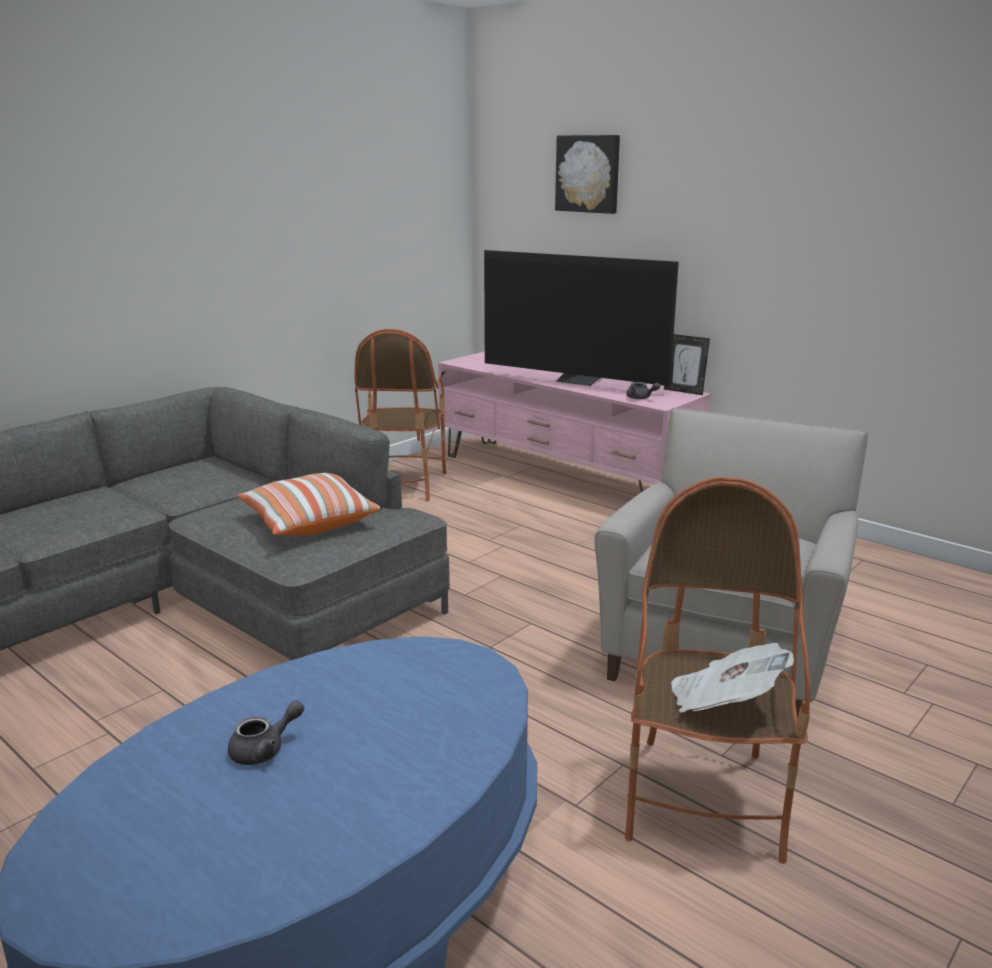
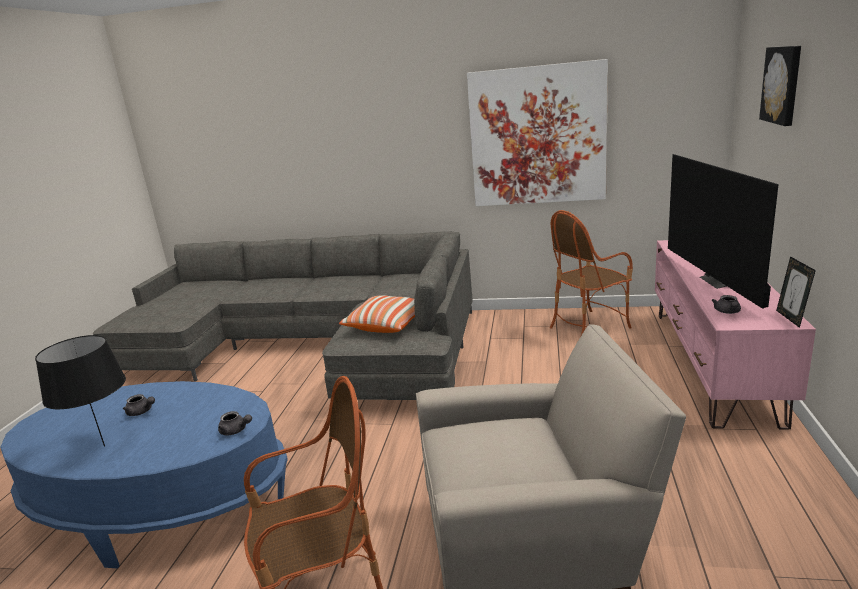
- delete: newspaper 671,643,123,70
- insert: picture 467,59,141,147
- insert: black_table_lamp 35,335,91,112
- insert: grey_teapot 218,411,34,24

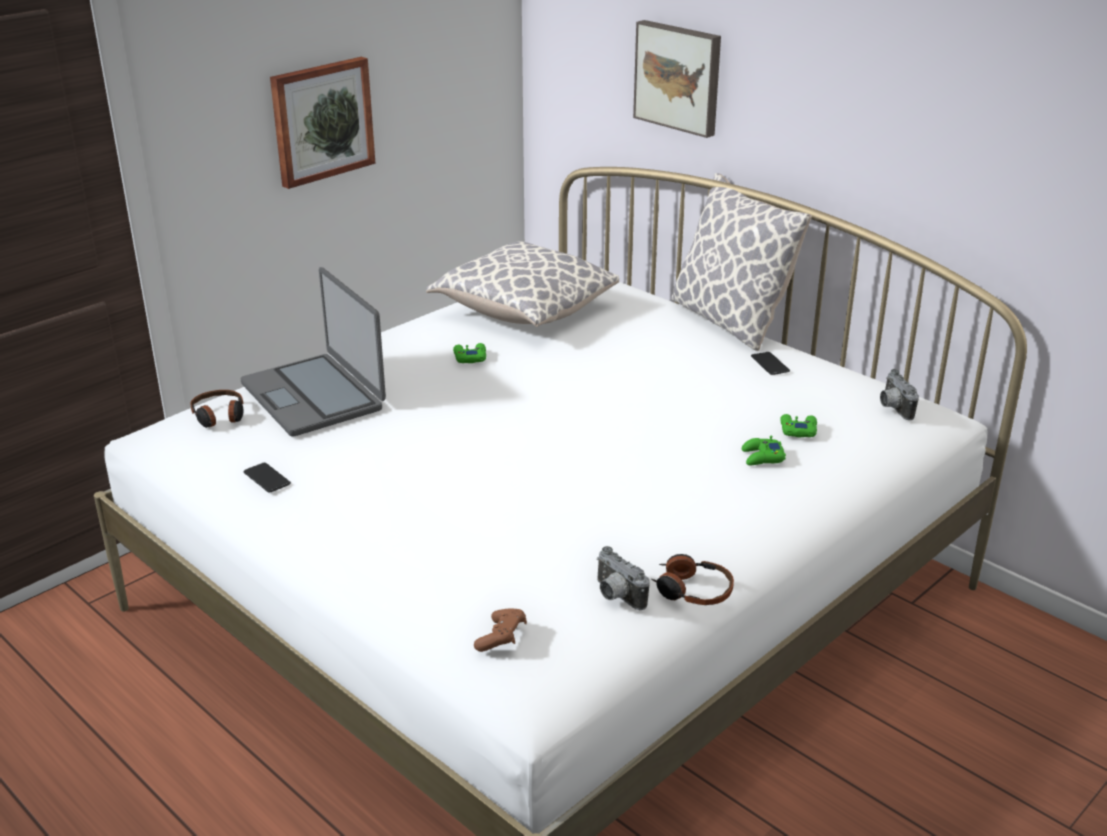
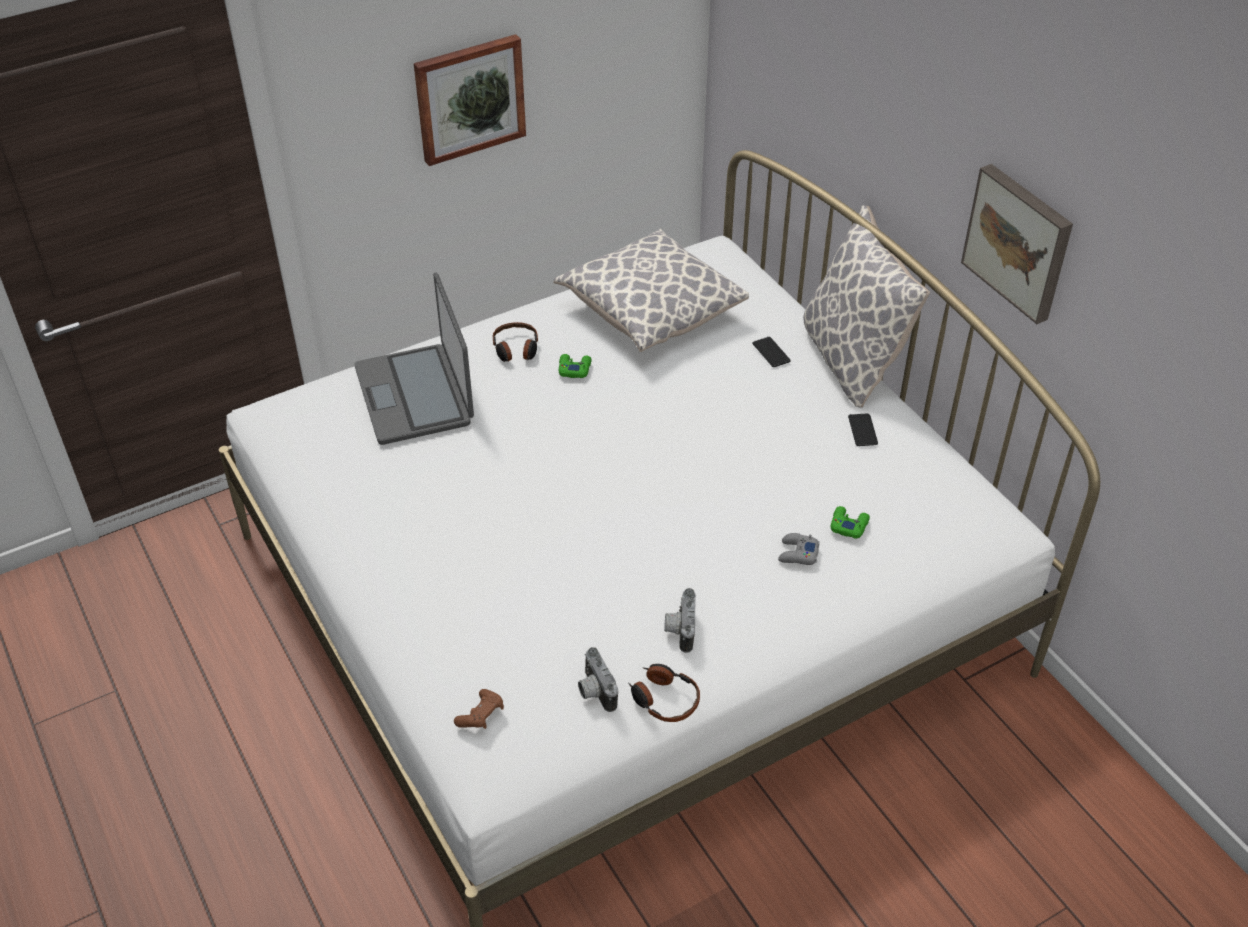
- move: picture 633,20,88,118 to 961,164,112,160
- move: photo_camera 880,369,39,51 to 664,588,32,65
- move: headphones 190,390,53,38 to 493,322,45,40
- recolor: green_game_controller 742,435,44,30 to grey_game_controller 778,533,42,32
- move: phone 244,463,47,29 to 752,337,39,30

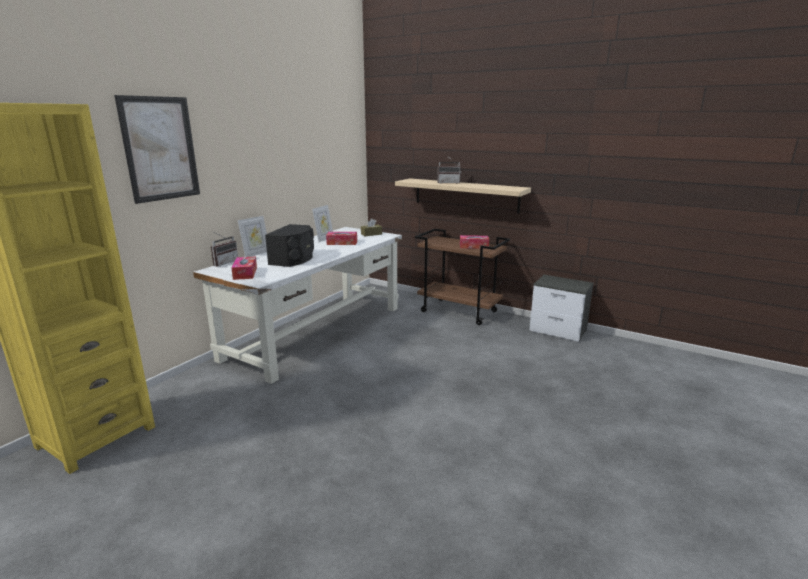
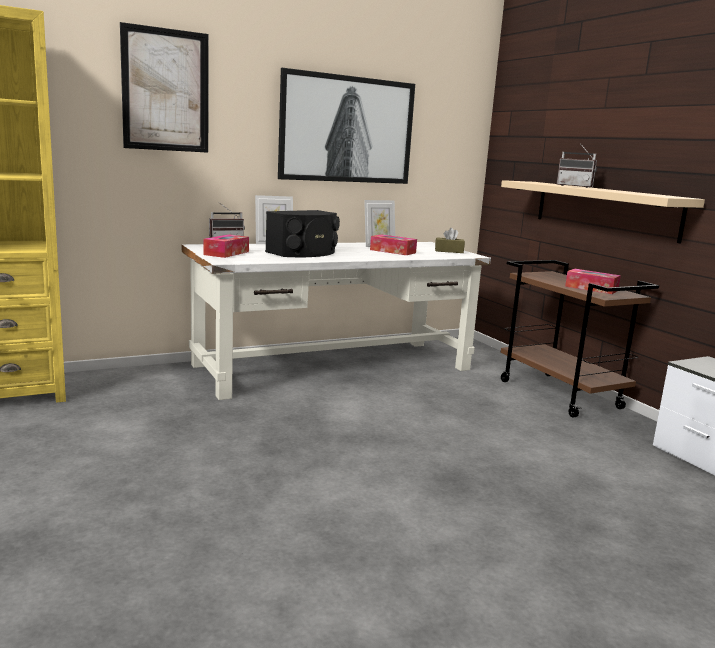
- insert: picture 278,68,137,116

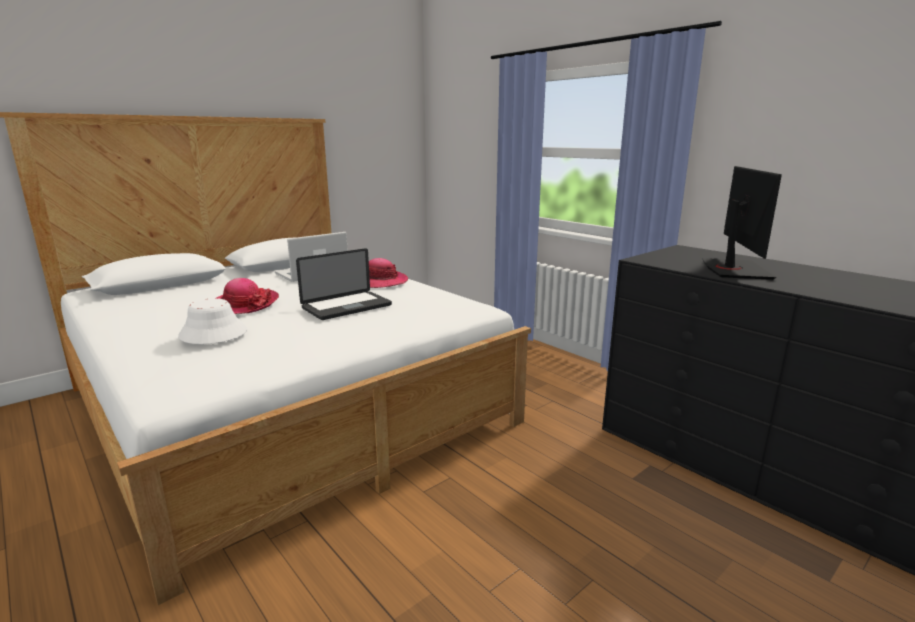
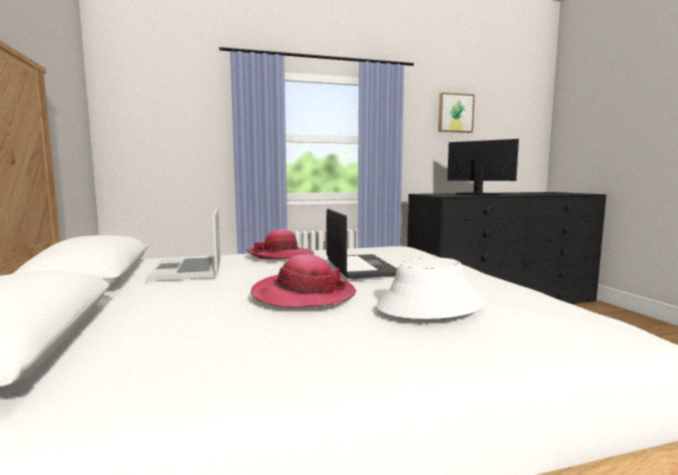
- insert: picture 438,93,37,40

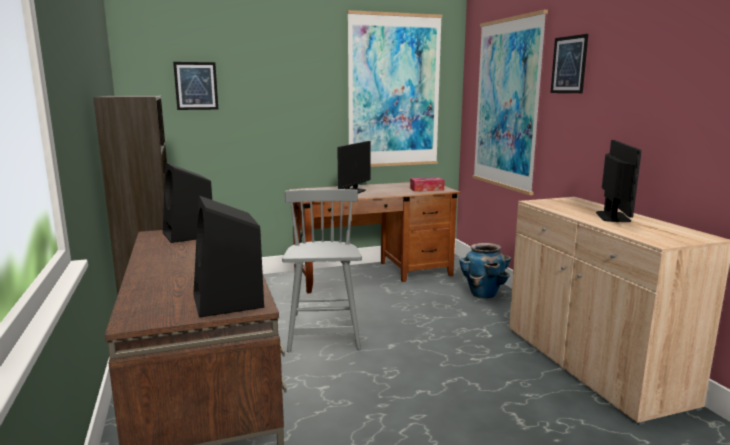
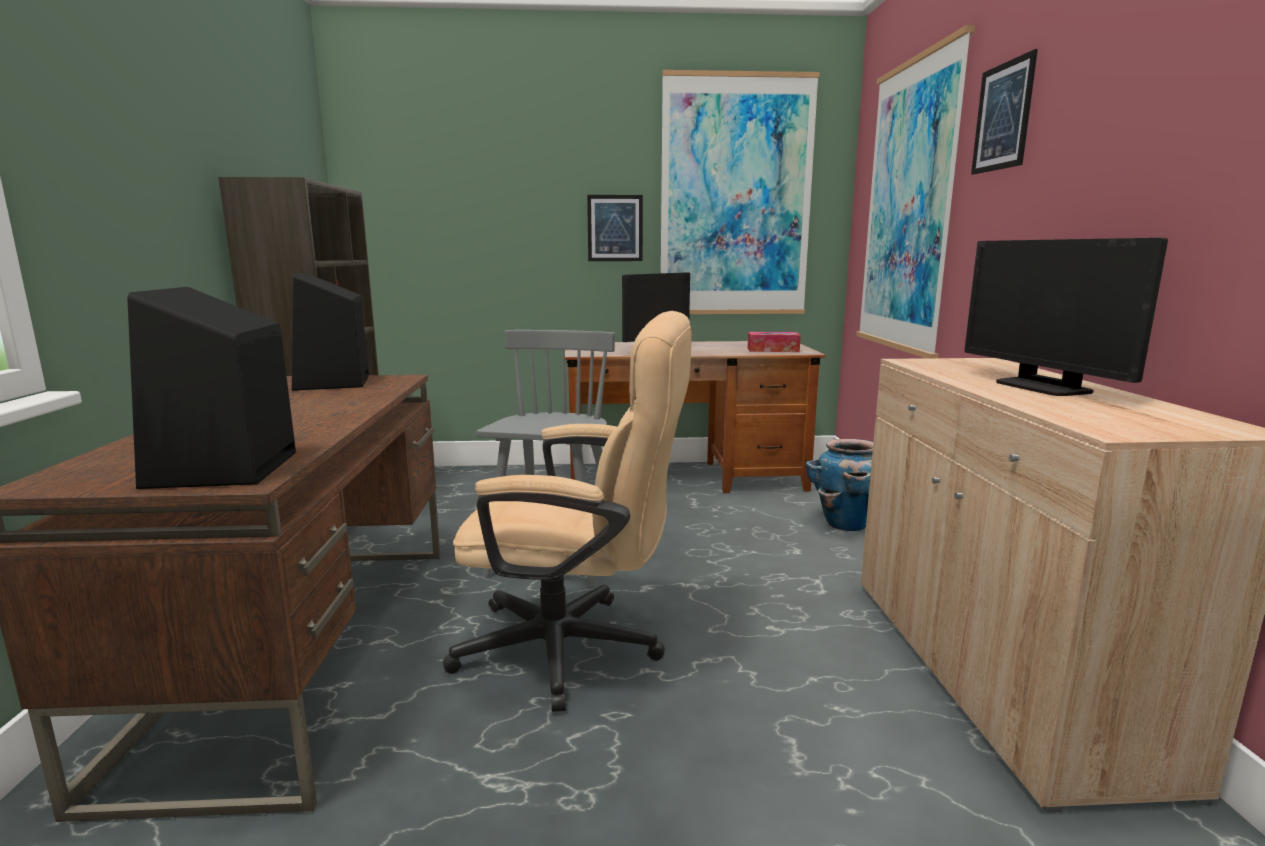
- move: picture 173,62,45,48 to 587,195,56,66
- rotate: monitor 596,140,46,82 = 964,238,204,158 135 degrees clockwise
- insert: beige_office_chair 443,311,249,401

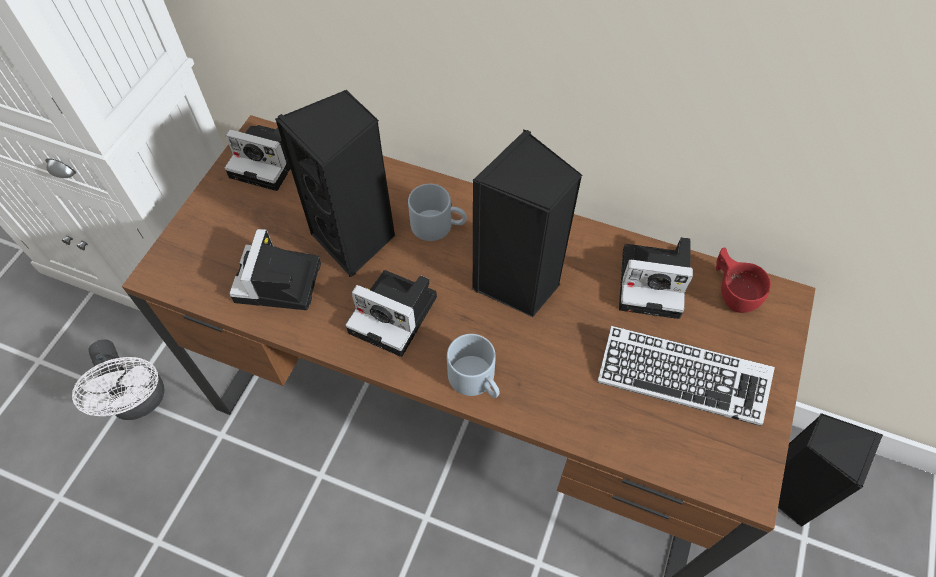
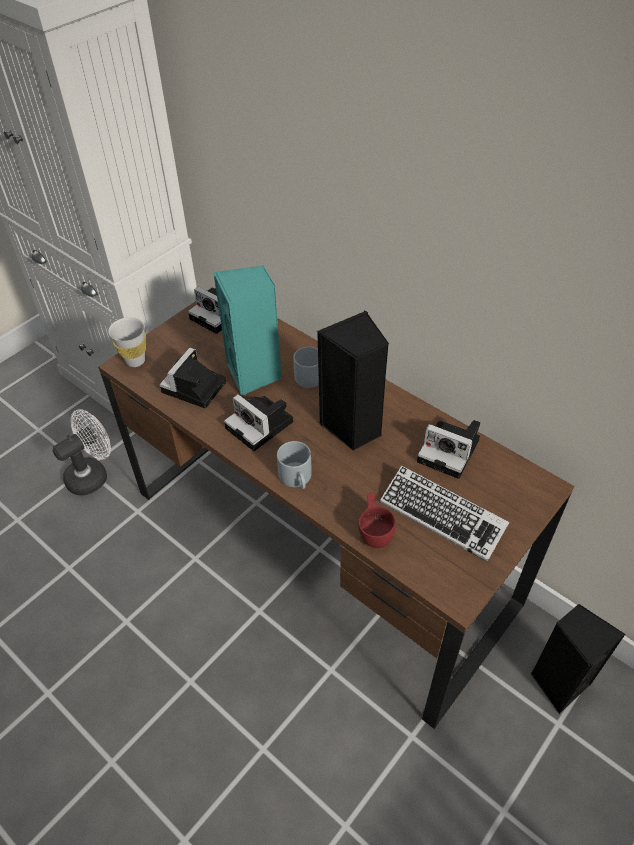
- recolor: black_speaker 275,90,121,187 to turquoise_speaker 213,265,69,131
- move: red_cup 716,248,55,65 to 359,492,37,56
- rotate: white_fan 72,340,92,80 = 53,409,58,86 120 degrees counterclockwise
- insert: white_cup 108,317,38,50

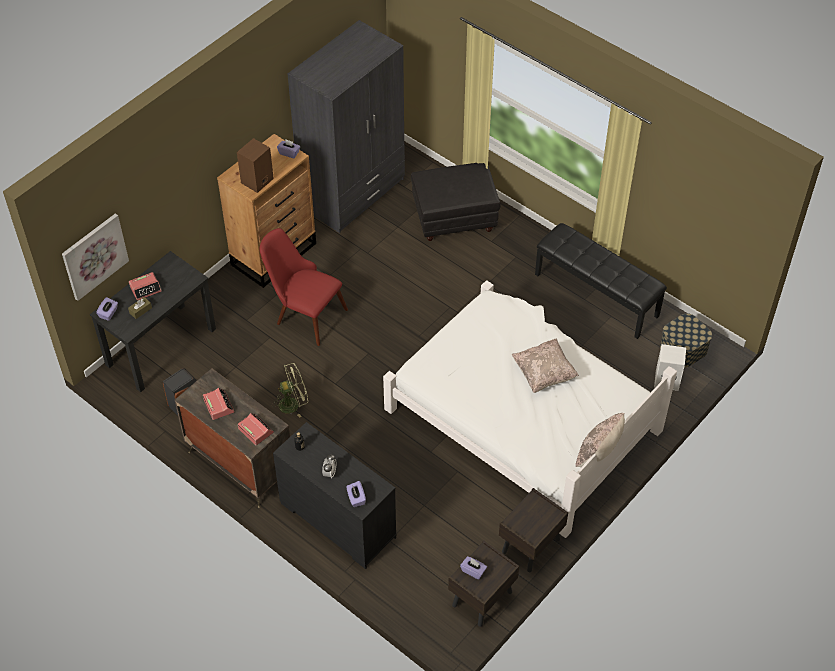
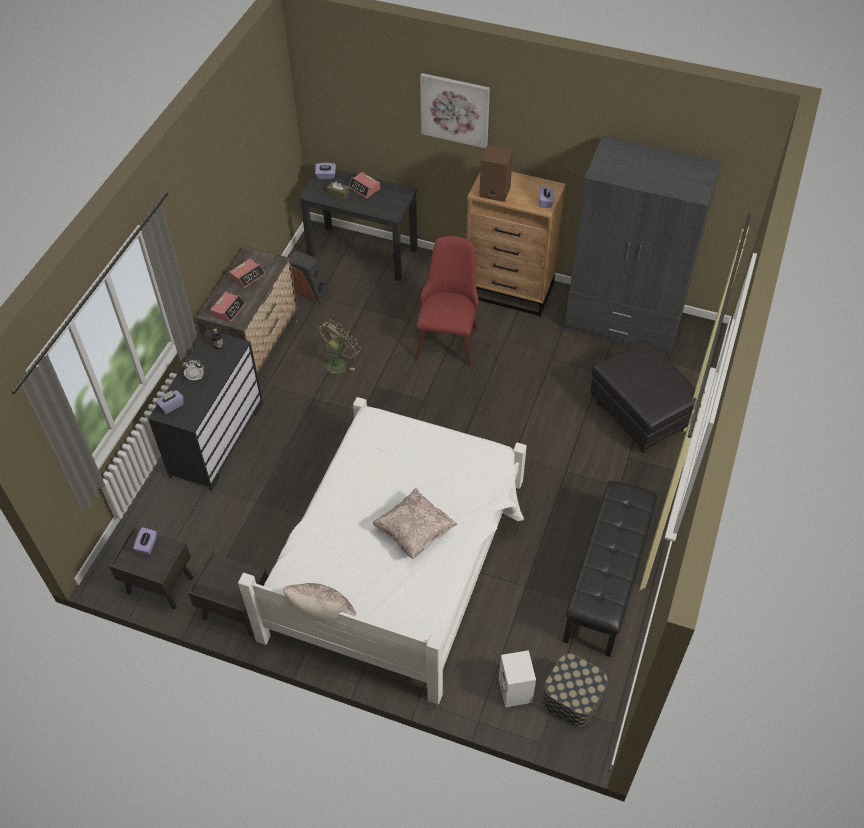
- move: picture 62,213,67,88 to 420,73,70,75
- rotate: green_fan 272,363,36,55 = 319,320,42,54 105 degrees counterclockwise

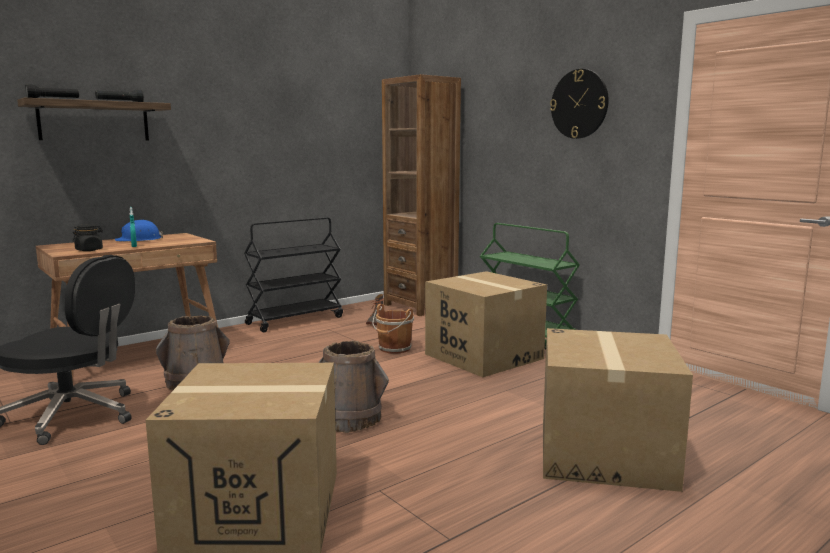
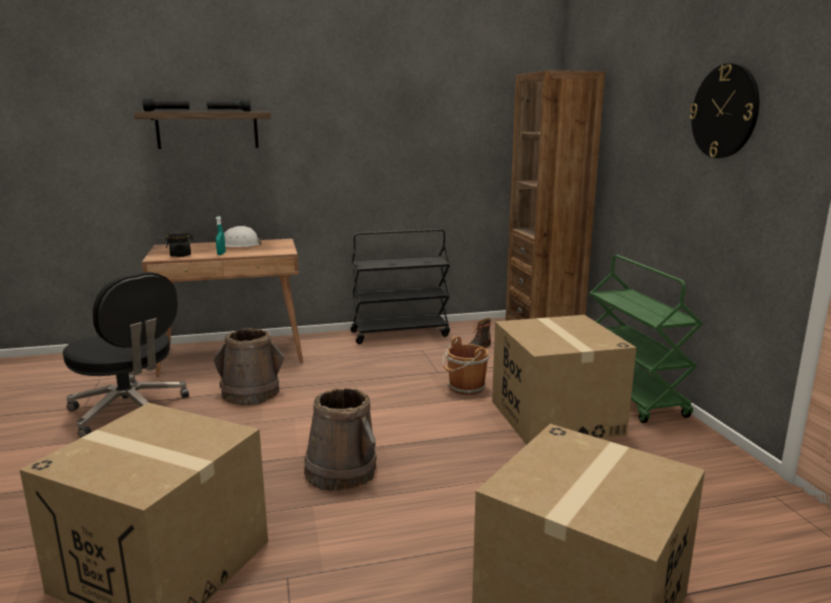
- recolor: blue_hard_hat 115,219,48,22 to white_hard_hat 224,226,38,21

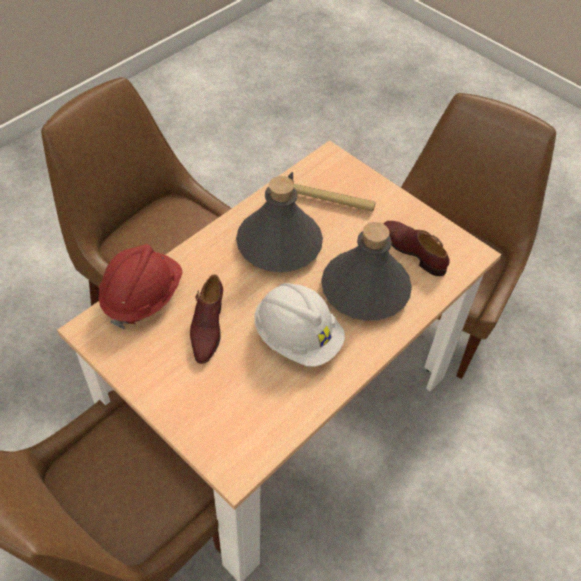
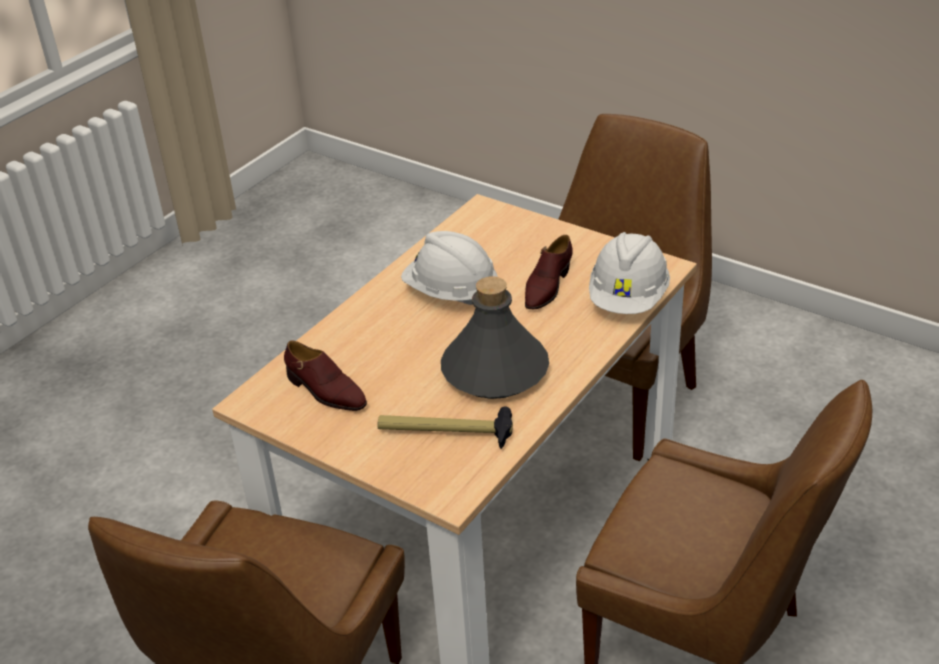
- delete: grey_bottle 321,222,91,99
- recolor: red_hard_hat 99,244,84,85 to white_hard_hat 589,232,81,82
- rotate: brown_shoe 190,274,33,90 = 525,235,48,74 150 degrees counterclockwise

